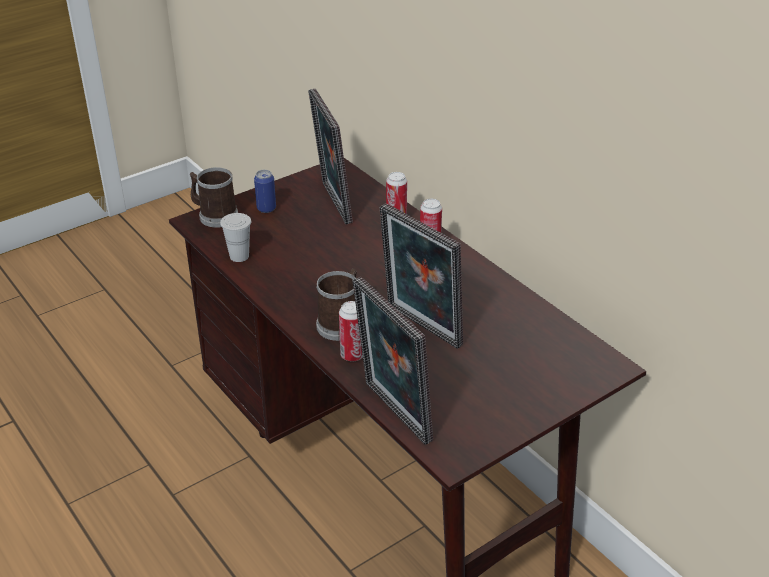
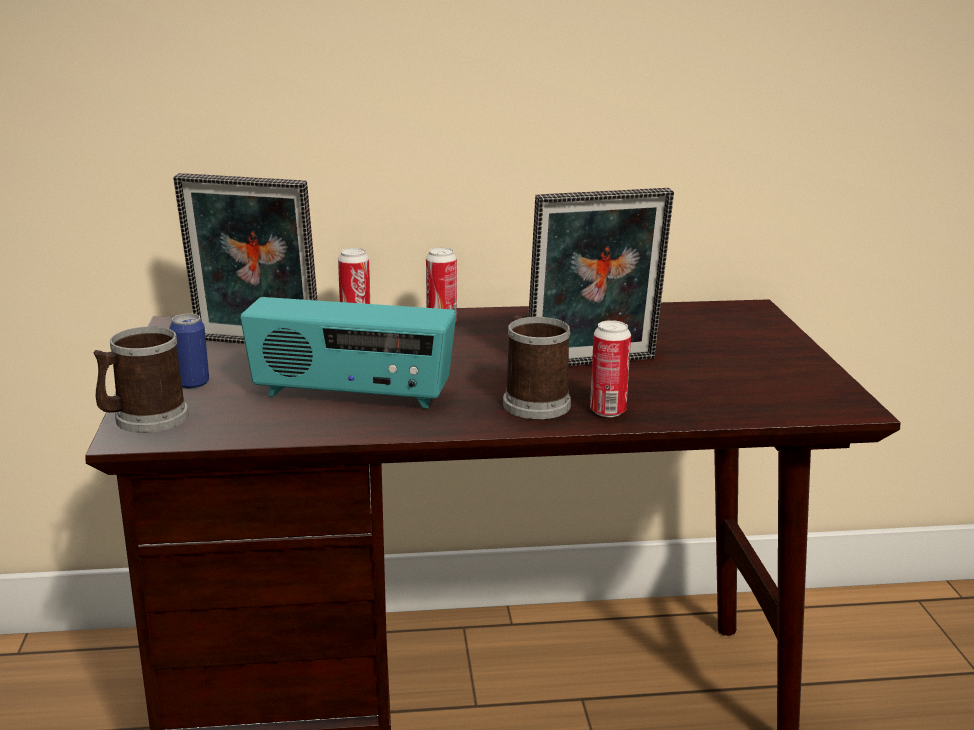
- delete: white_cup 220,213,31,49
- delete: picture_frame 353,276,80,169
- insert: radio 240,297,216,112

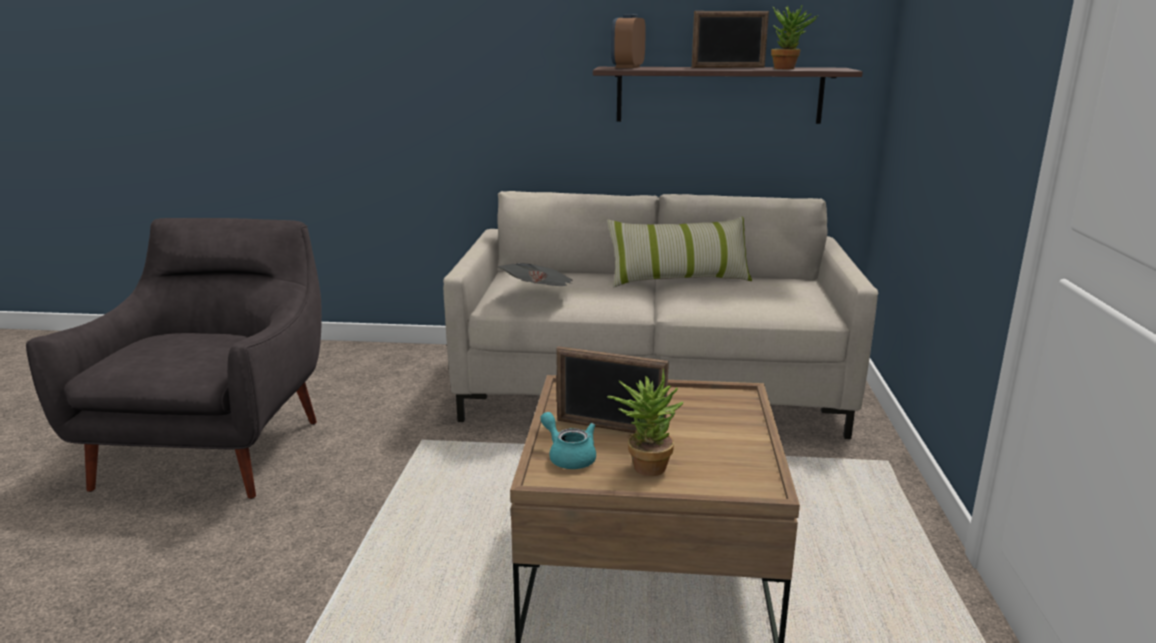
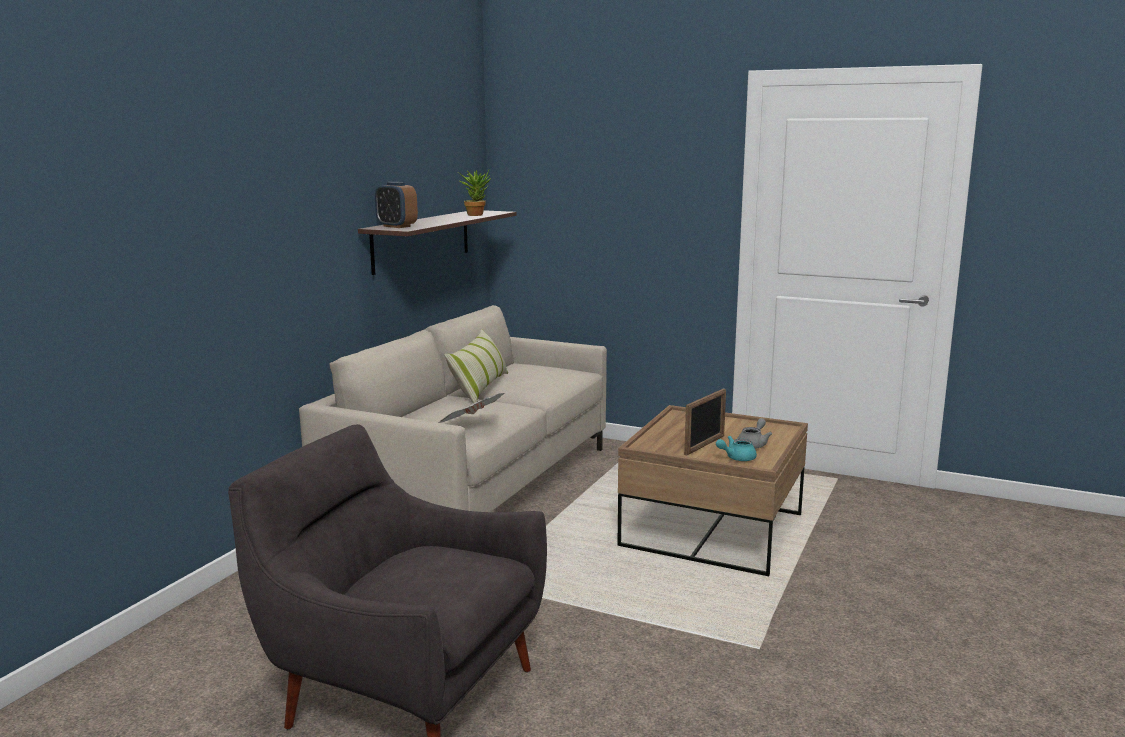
- delete: picture_frame 692,11,77,57
- replace: potted_plant 607,369,77,107 to grey_teapot 737,418,35,31

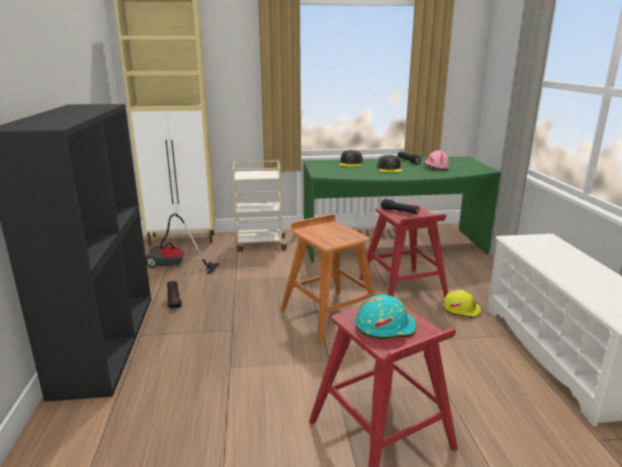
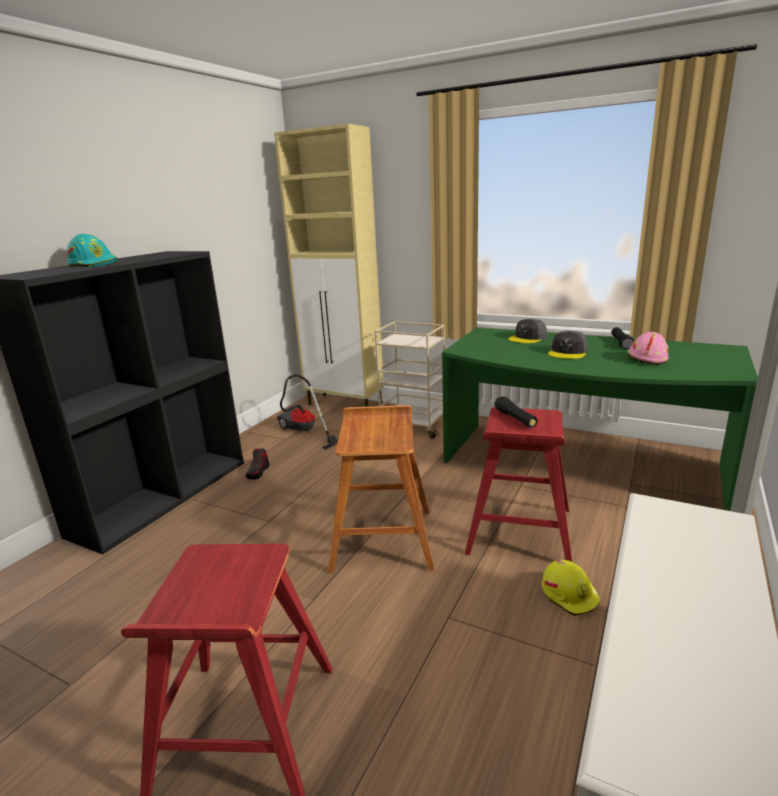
- move: turquoise_hard_hat 355,295,62,44 to 66,234,52,33

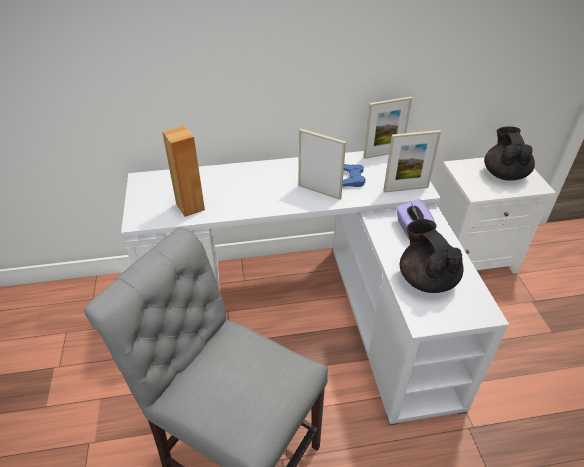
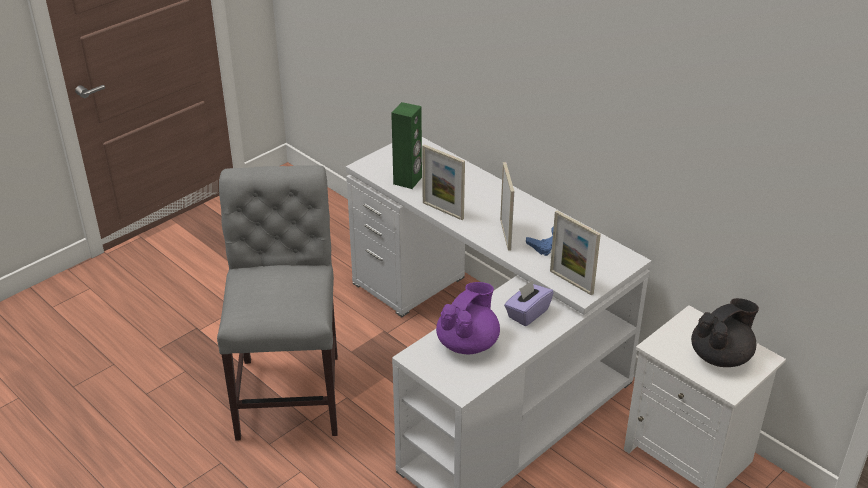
- move: picture_frame 363,97,49,62 to 422,144,43,76
- recolor: brown_speaker 162,125,43,92 to green_speaker 391,102,31,87
- recolor: black_teapot 400,219,63,74 to purple_teapot 436,282,64,72

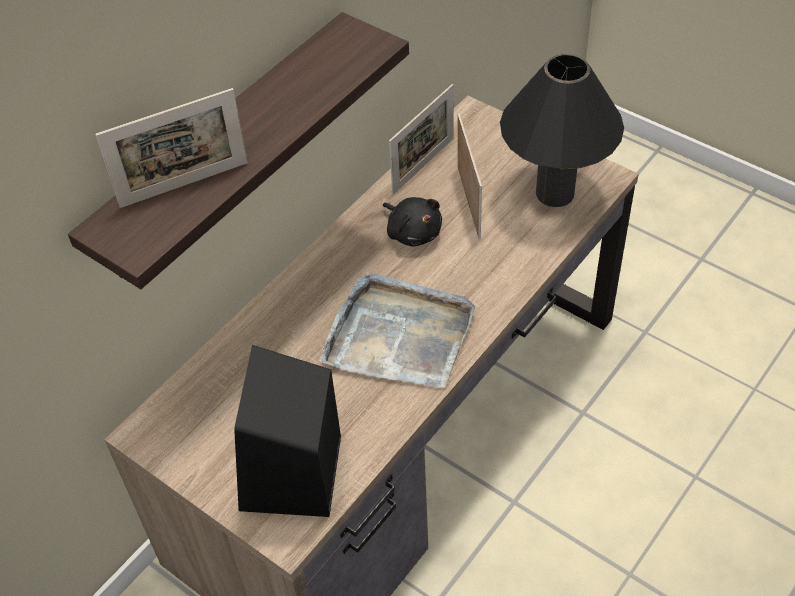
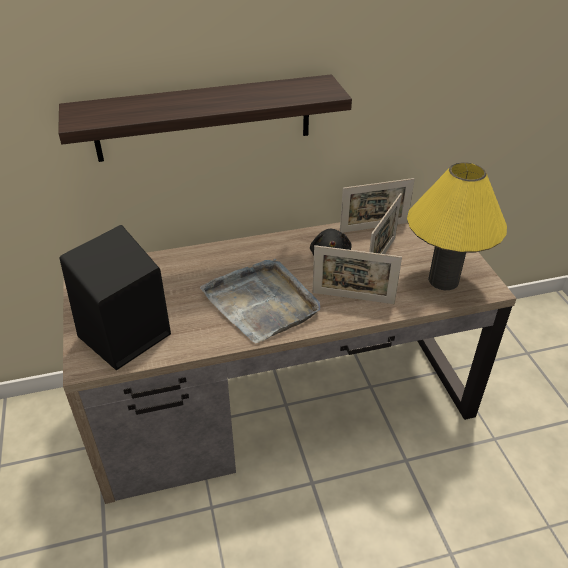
- recolor: black_table_lamp 500,54,124,153 to yellow_table_lamp 407,162,100,128
- move: picture_frame 95,88,153,120 to 312,245,90,59

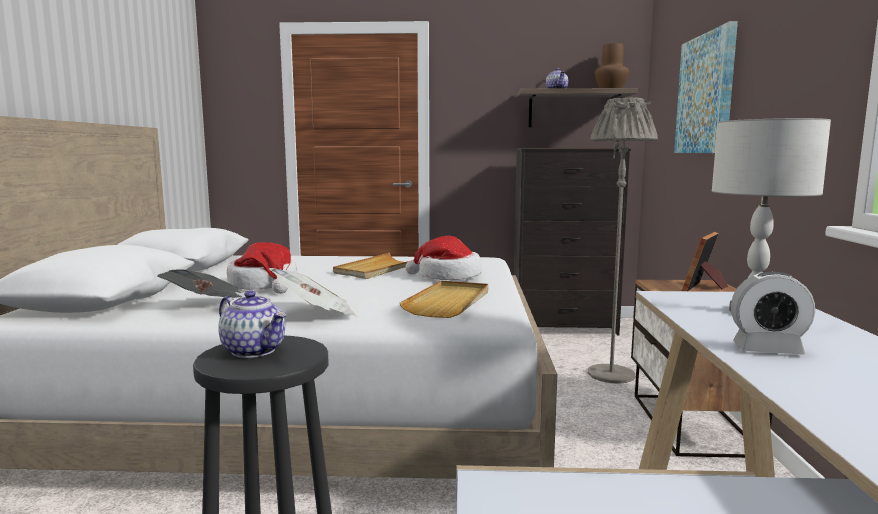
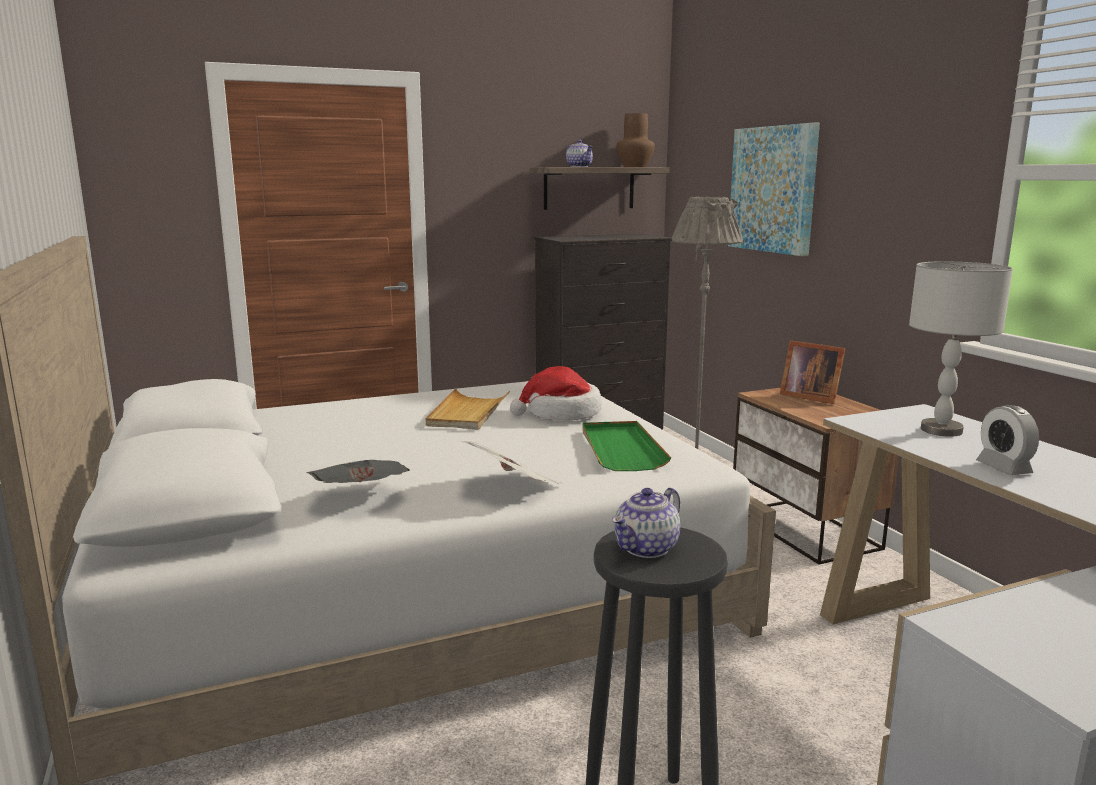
- rotate: picture_frame 681,232,47,59 = 780,340,66,64 60 degrees counterclockwise
- delete: hat 227,242,71,52
- rotate: alarm_clock 731,272,84,83 = 976,405,63,70 90 degrees clockwise
- recolor: beige_tray 400,280,88,38 to green_tray 582,421,89,50
- rotate: teapot 218,290,68,68 = 612,488,68,70 120 degrees clockwise

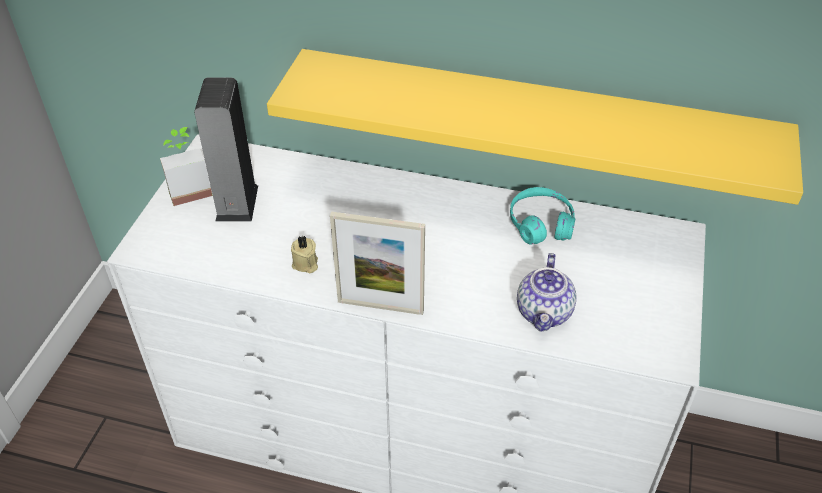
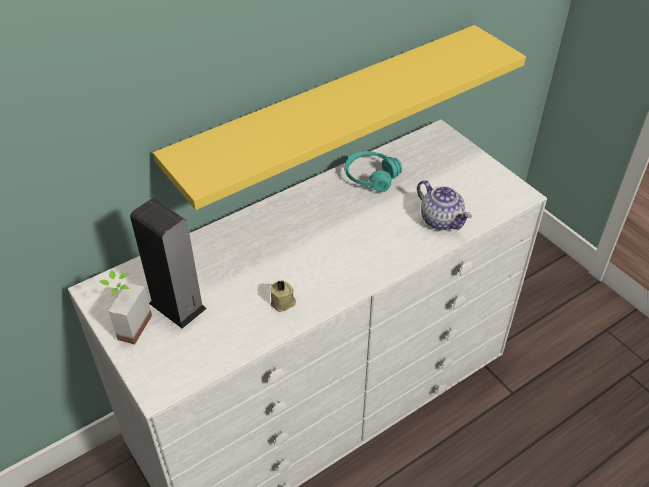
- delete: picture_frame 330,212,95,103

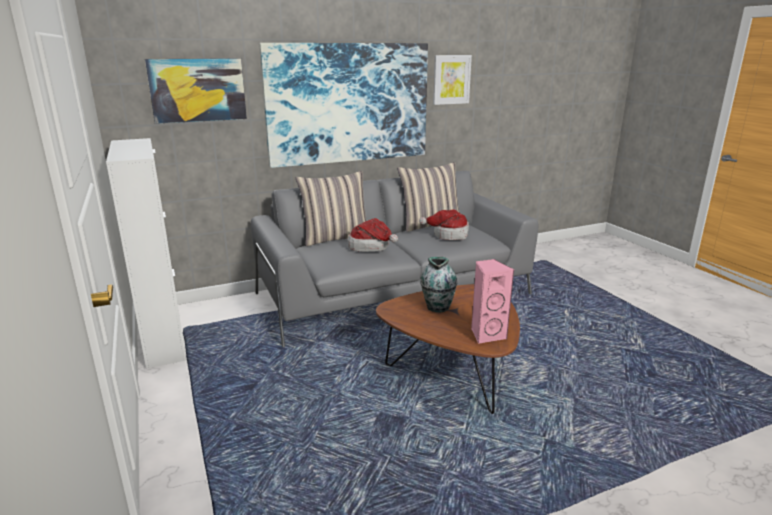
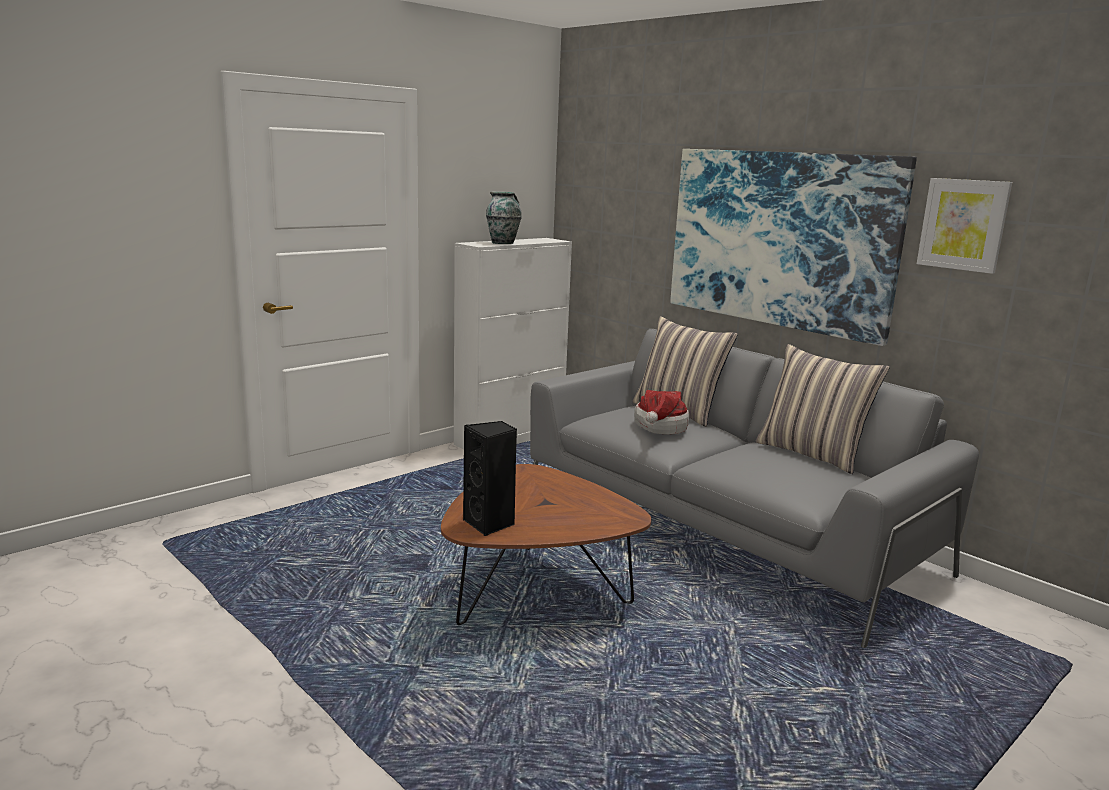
- delete: picture 145,58,102,66
- delete: hat 419,209,50,31
- move: vase 420,257,37,55 to 486,192,36,52
- recolor: pink_speaker 471,259,43,85 to black_speaker 463,421,54,115

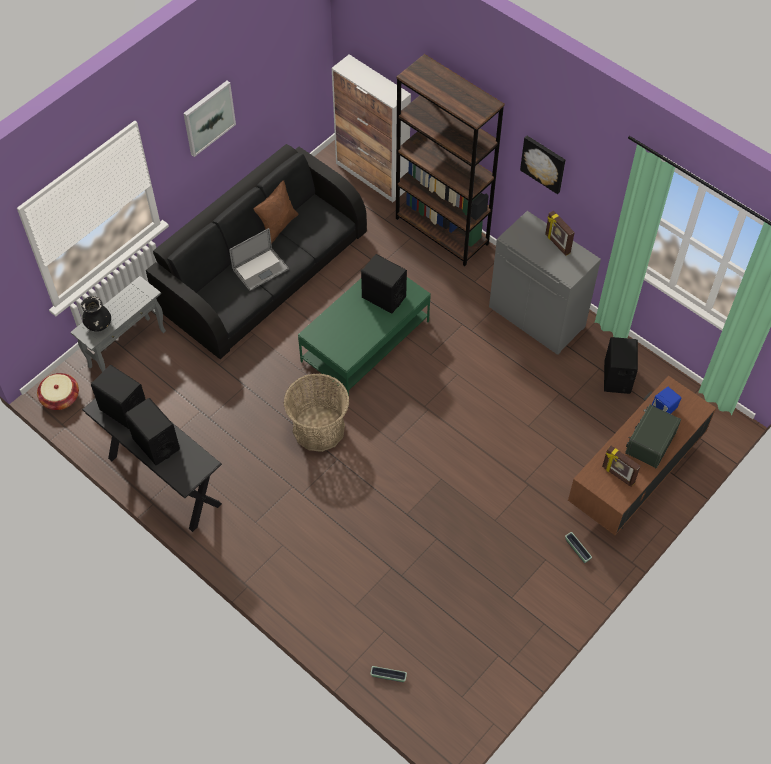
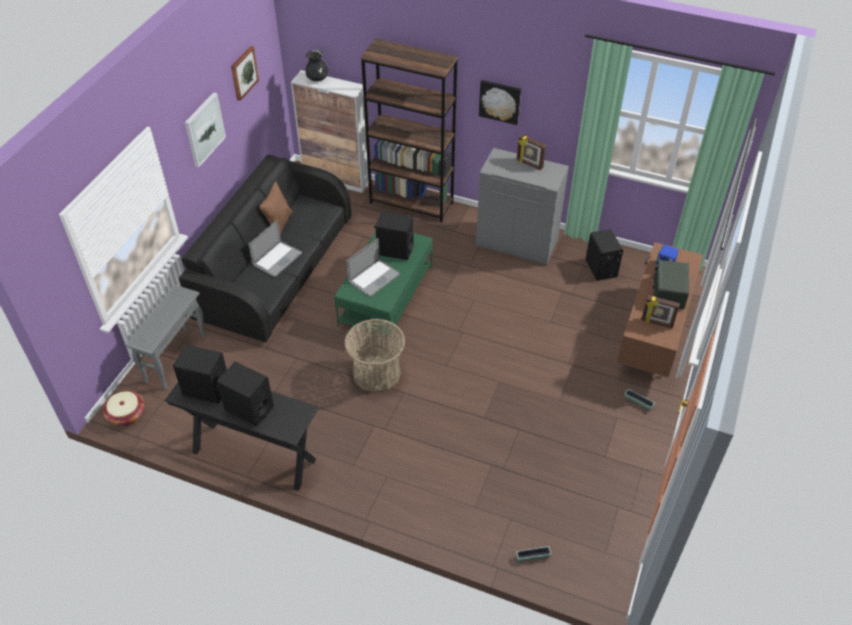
- move: black_vase 81,296,30,36 to 306,50,22,31
- insert: picture 231,46,28,55
- insert: laptop 347,238,54,59

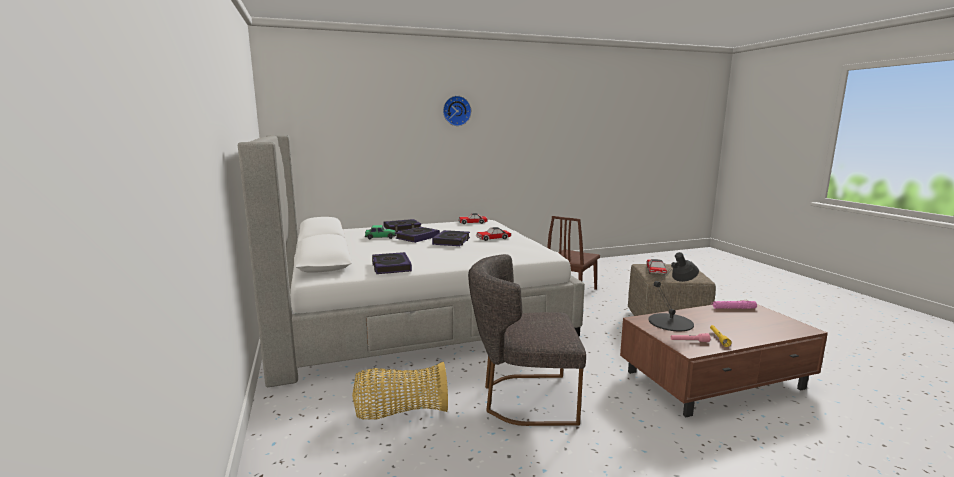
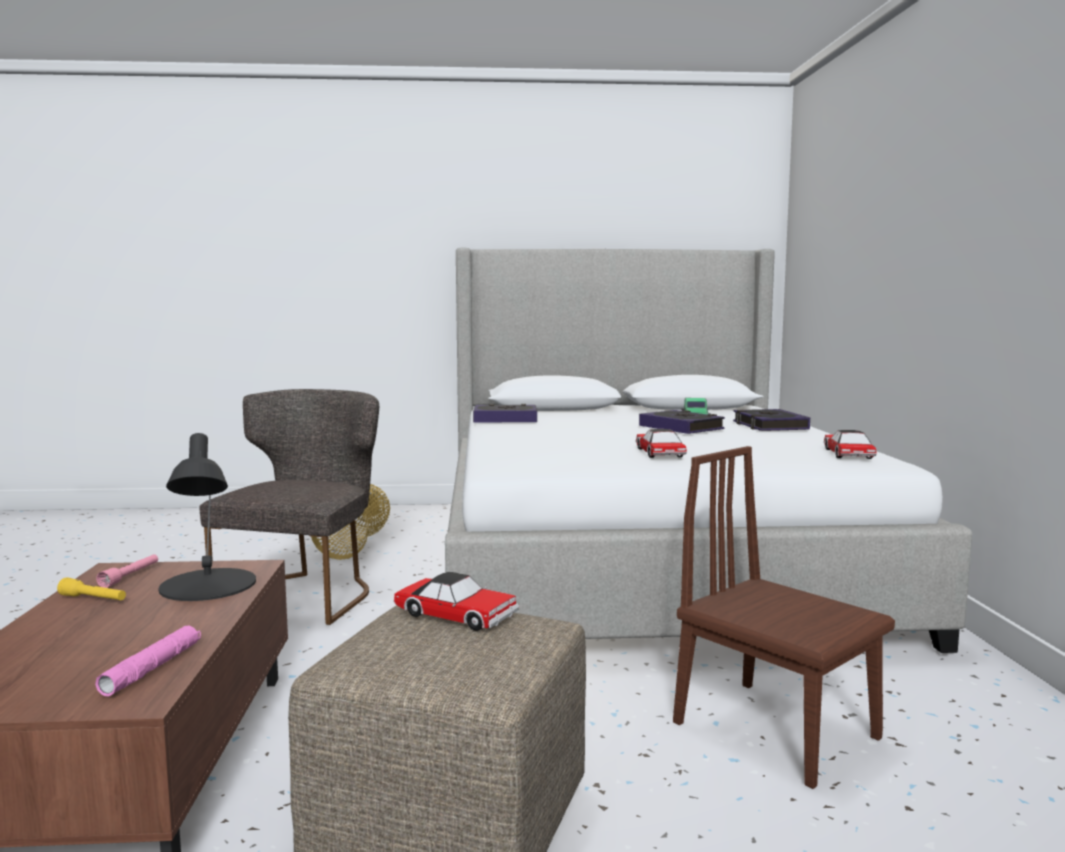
- delete: wall_clock 443,96,28,30
- delete: book 432,230,38,16

